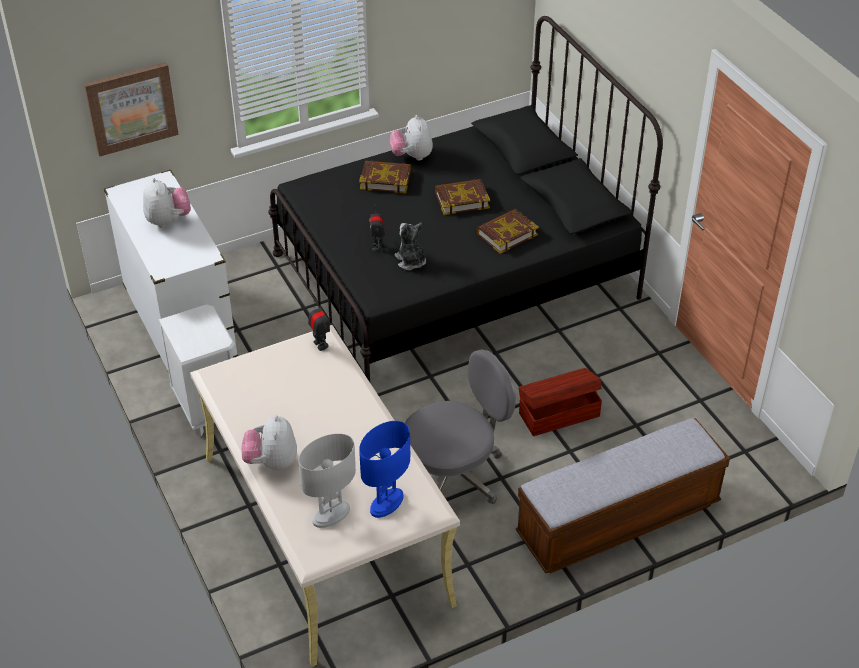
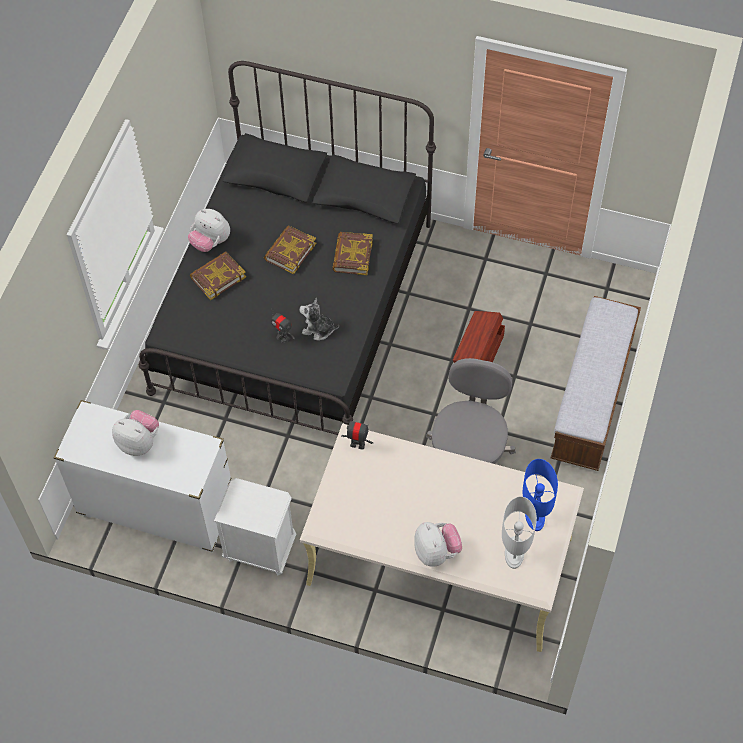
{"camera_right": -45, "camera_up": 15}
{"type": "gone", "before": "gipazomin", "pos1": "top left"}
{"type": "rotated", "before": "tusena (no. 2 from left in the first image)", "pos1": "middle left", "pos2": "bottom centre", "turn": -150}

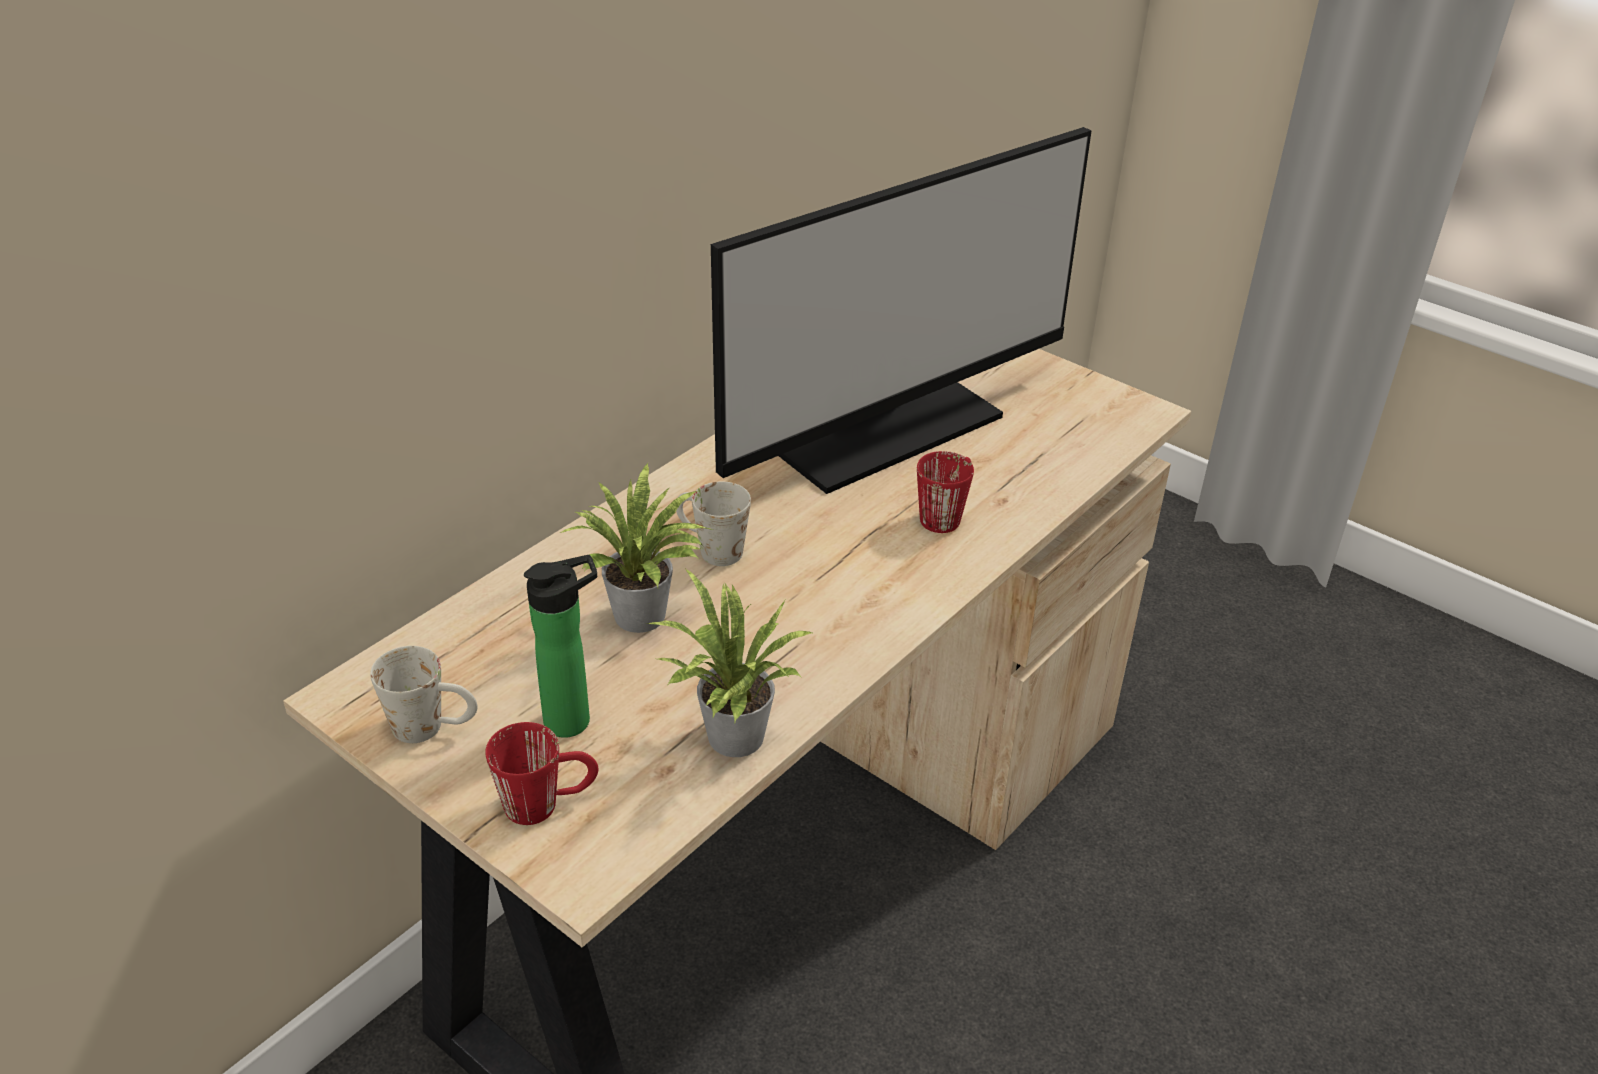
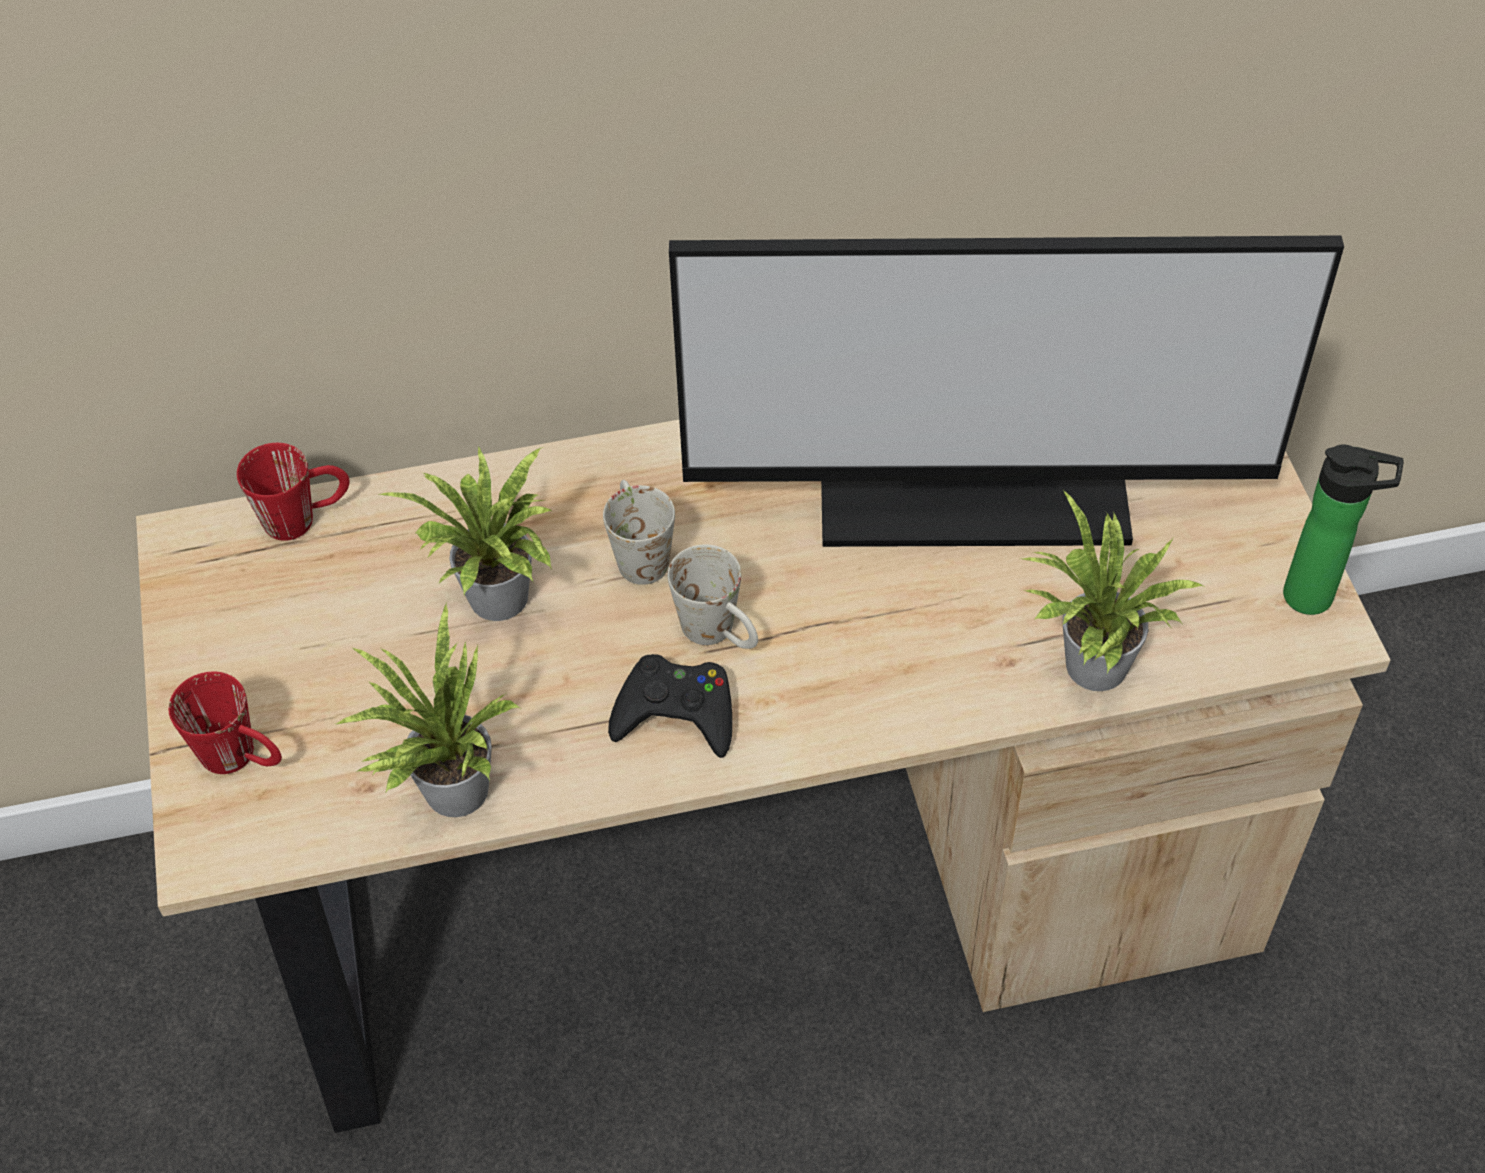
{"camera_right": 40, "camera_up": 15}
{"type": "new", "after": "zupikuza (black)", "pos2": "centre"}
{"type": "new", "after": "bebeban (no. 3 from left)", "pos2": "middle right"}
{"type": "shifted", "before": "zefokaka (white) (no. 1 from left in the first image)", "after": "zefokaka (white) (no. 2 from left)", "pos1": "middle left", "pos2": "centre"}
{"type": "shifted", "before": "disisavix", "pos1": "centre", "pos2": "middle right"}
{"type": "shifted", "before": "zefokaka (red) (no. 2 from left)", "pos1": "centre", "pos2": "middle left"}

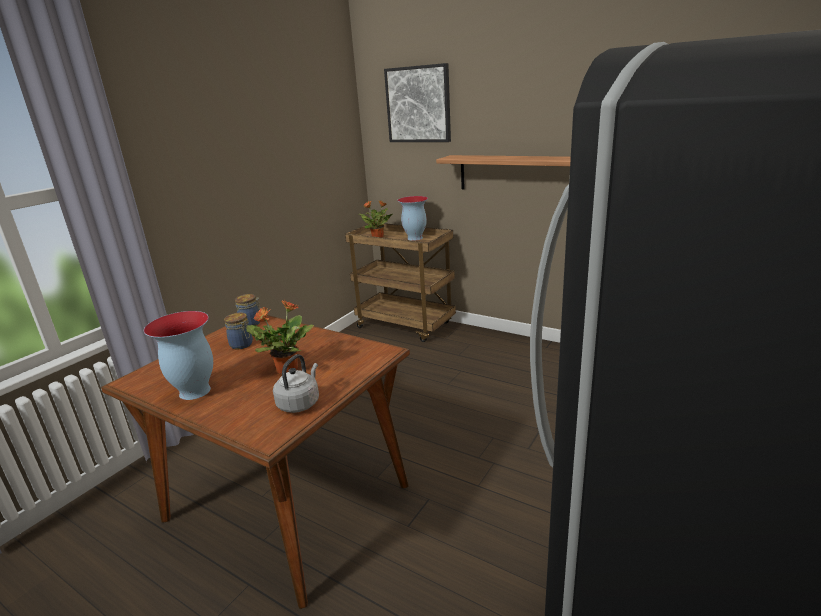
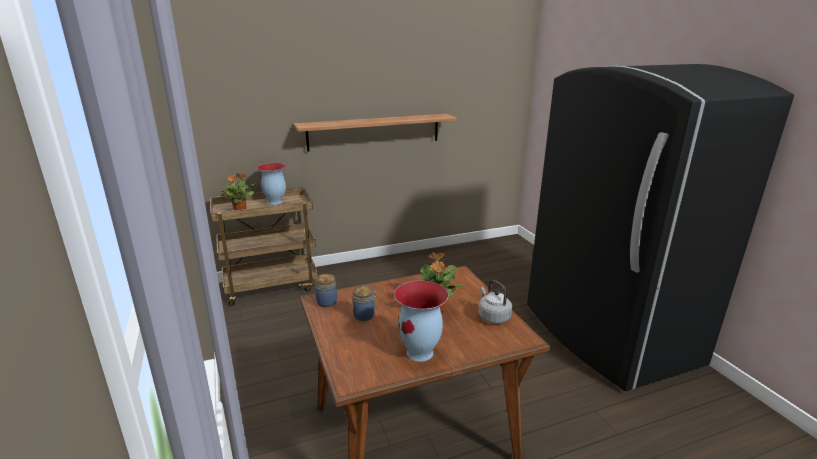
{"camera_right": -55, "camera_up": 0}
{"type": "gone", "before": "gipazomin", "pos1": "top centre"}

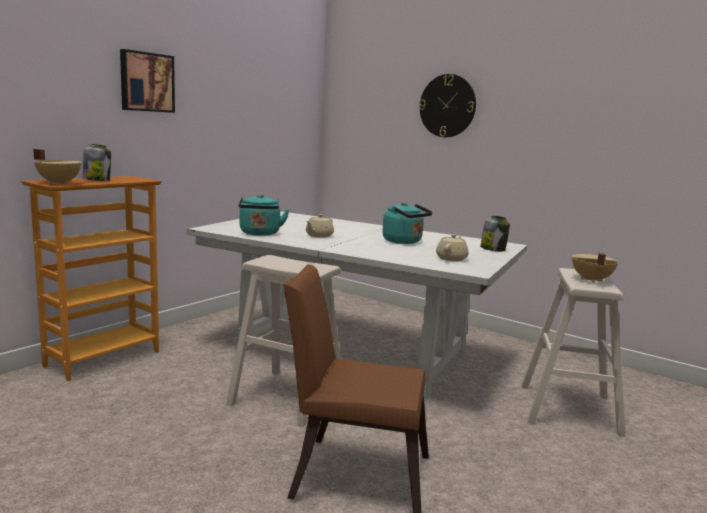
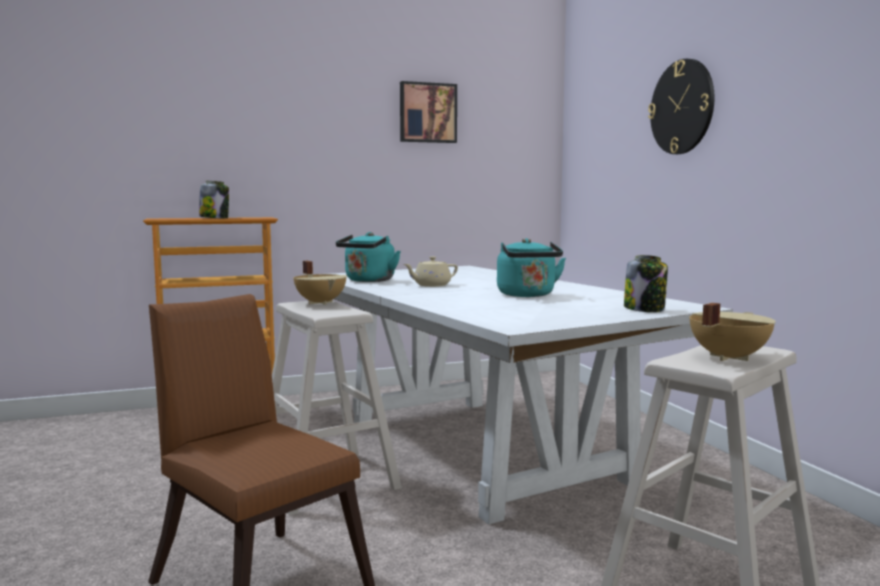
{"camera_right": 35, "camera_up": -5}
{"type": "gone", "before": "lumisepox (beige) (no. 2 from left)", "pos1": "centre"}
{"type": "shifted", "before": "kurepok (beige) (no. 1 from left)", "pos1": "top left", "pos2": "centre"}
{"type": "shifted", "before": "gipazomin", "pos1": "top left", "pos2": "top centre"}

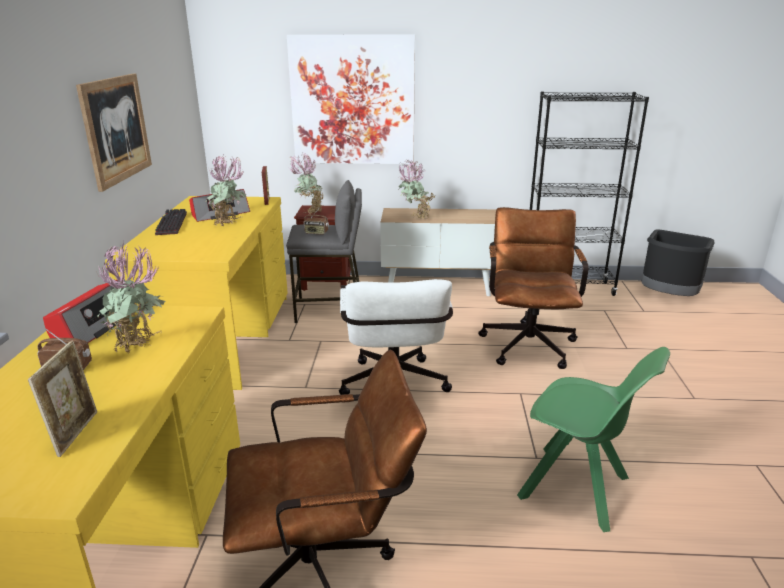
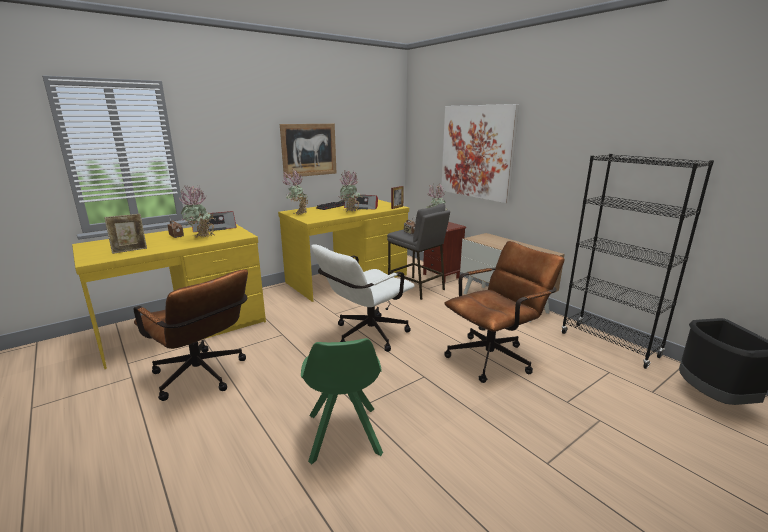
{"camera_right": 50, "camera_up": -5}
{"type": "shifted", "before": "bebeban (no. 4 from left in the first image)", "after": "bebeban (no. 2 from left)", "pos1": "top centre", "pos2": "centre"}

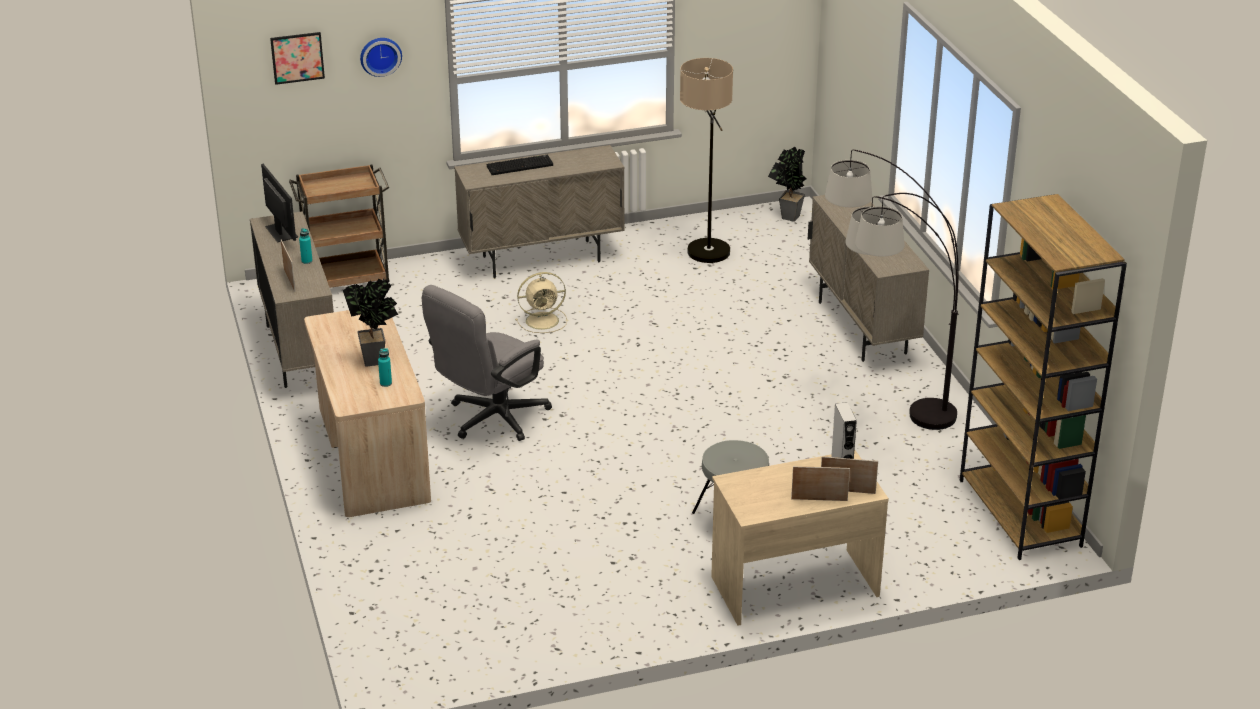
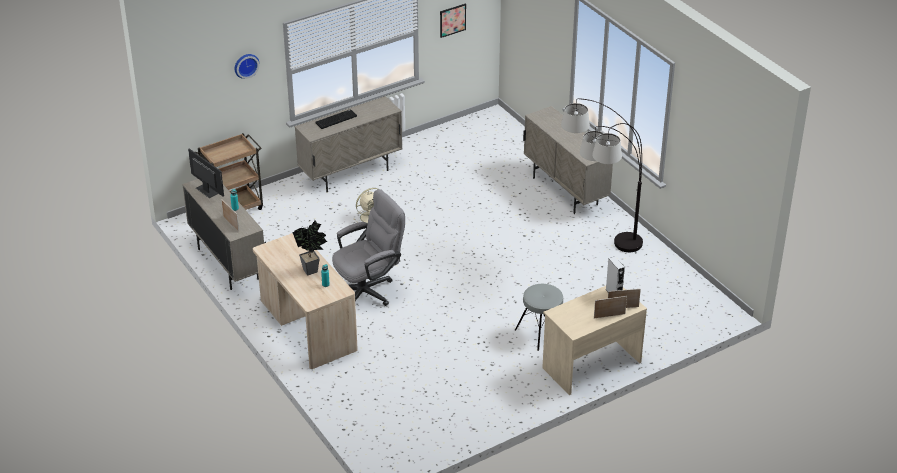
{"camera_right": -15, "camera_up": 5}
{"type": "gone", "before": "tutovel (no. 1 from left)", "pos1": "top centre"}
{"type": "gone", "before": "bebeban (no. 2 from left)", "pos1": "top centre"}
{"type": "gone", "before": "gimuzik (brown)", "pos1": "middle right"}
{"type": "shifted", "before": "gipazomin", "pos1": "top left", "pos2": "top centre"}
{"type": "rotated", "before": "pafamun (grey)", "pos1": "centre", "pos2": "centre", "turn": -150}

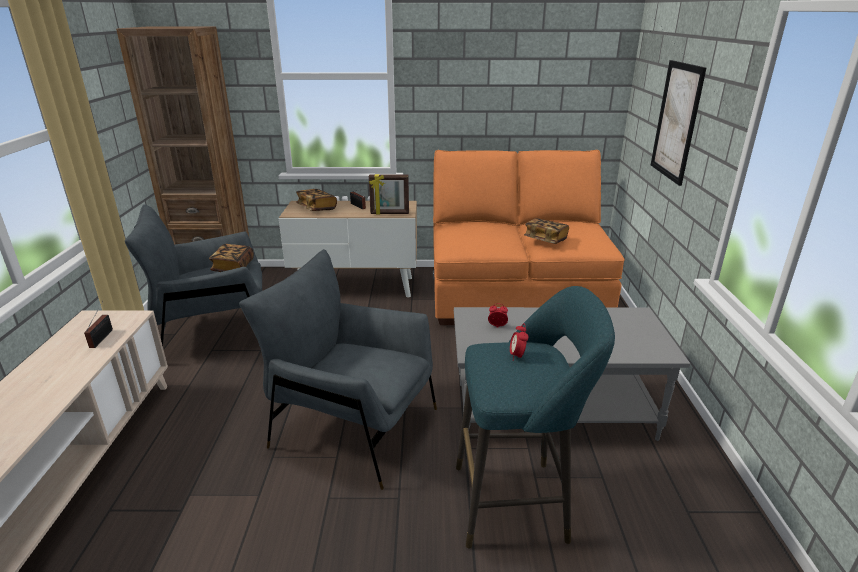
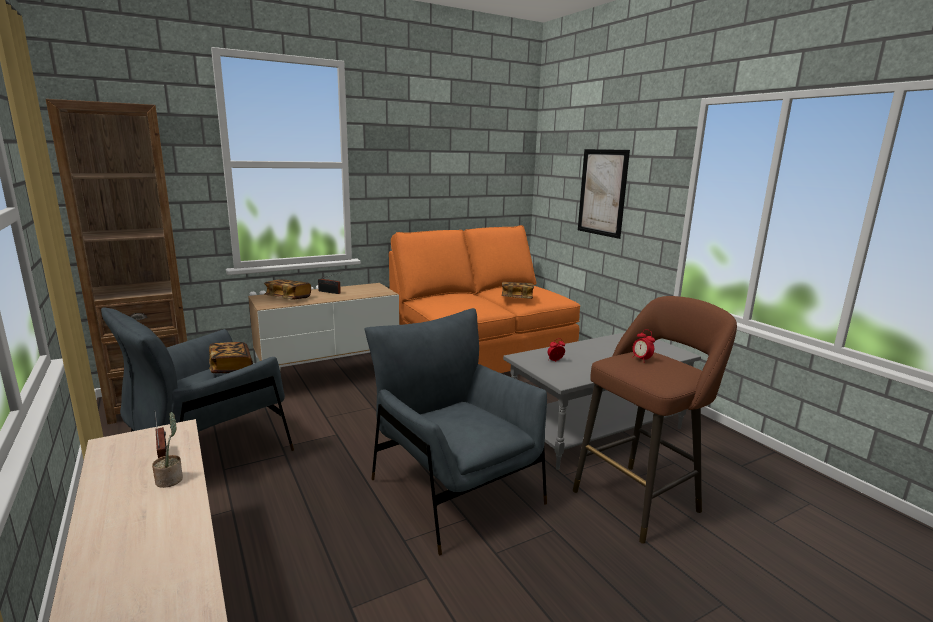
{"camera_right": -30, "camera_up": -10}
{"type": "gone", "before": "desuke", "pos1": "centre"}
{"type": "new", "after": "bebeban", "pos2": "bottom left"}
{"type": "repainted", "before": "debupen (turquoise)", "after": "debupen (brown)", "pos1": "bottom centre", "pos2": "bottom right"}
{"type": "rotated", "before": "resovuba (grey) (no. 2 from left)", "pos1": "centre", "pos2": "bottom centre", "turn": 60}

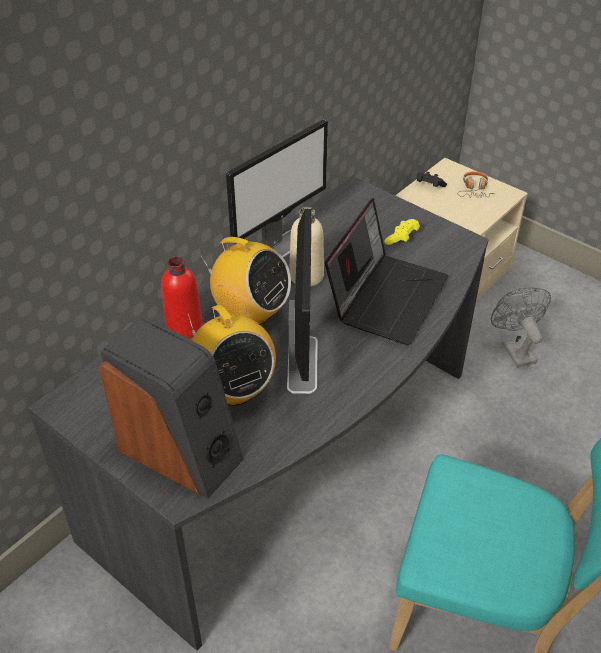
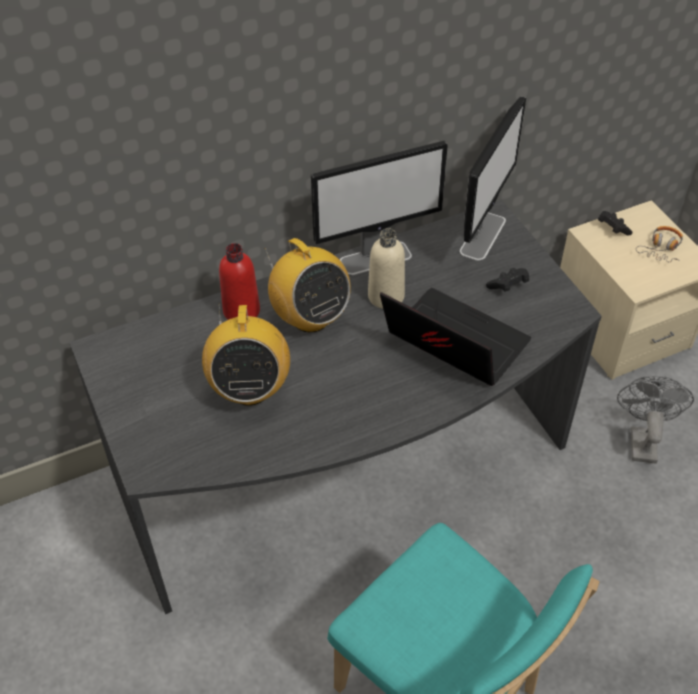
{"camera_right": 25, "camera_up": 5}
{"type": "gone", "before": "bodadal", "pos1": "middle left"}
{"type": "shifted", "before": "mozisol (no. 2 from left)", "pos1": "centre", "pos2": "top right"}
{"type": "repainted", "before": "zupikuza (yellow)", "after": "zupikuza (black) (no. 1 from left)", "pos1": "middle right", "pos2": "middle right"}
{"type": "rotated", "before": "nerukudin", "pos1": "centre", "pos2": "centre", "turn": -105}

